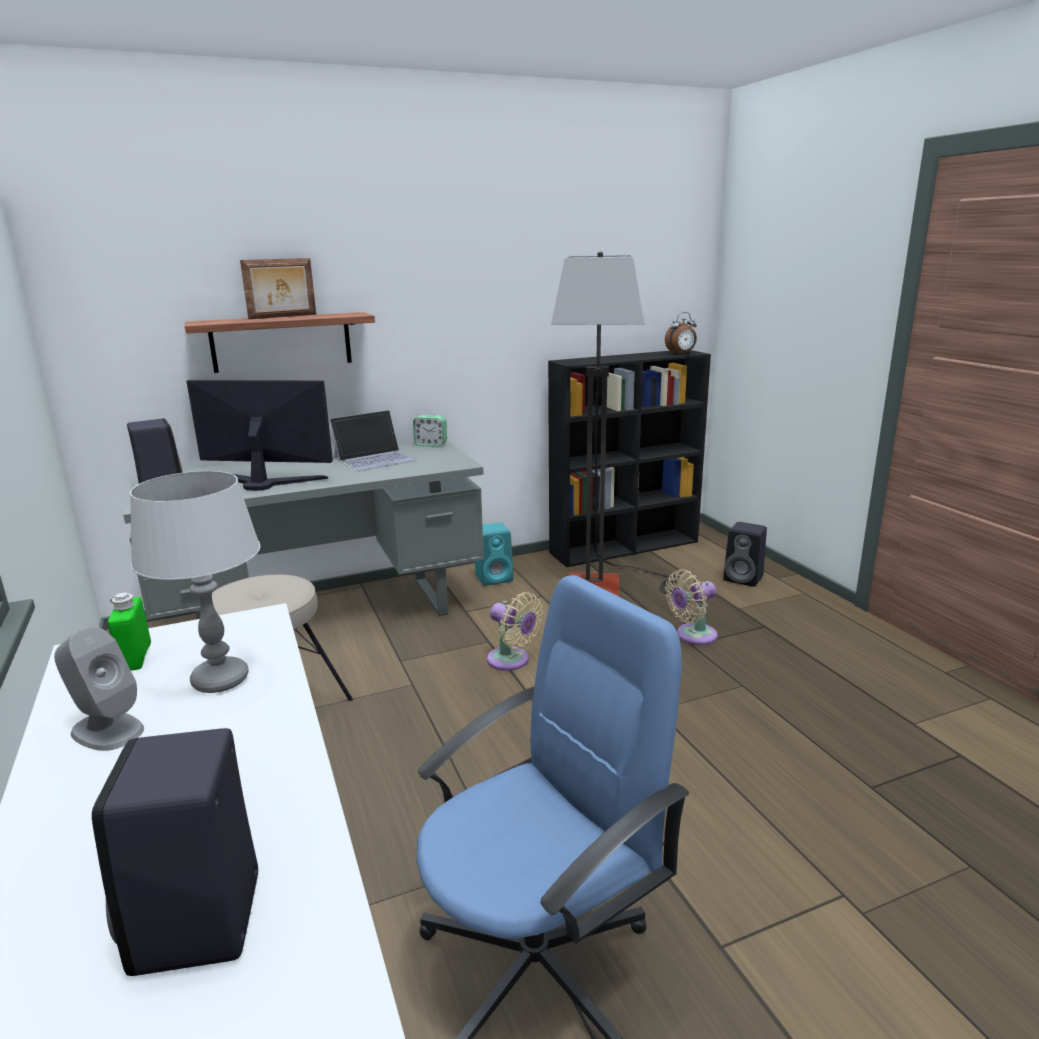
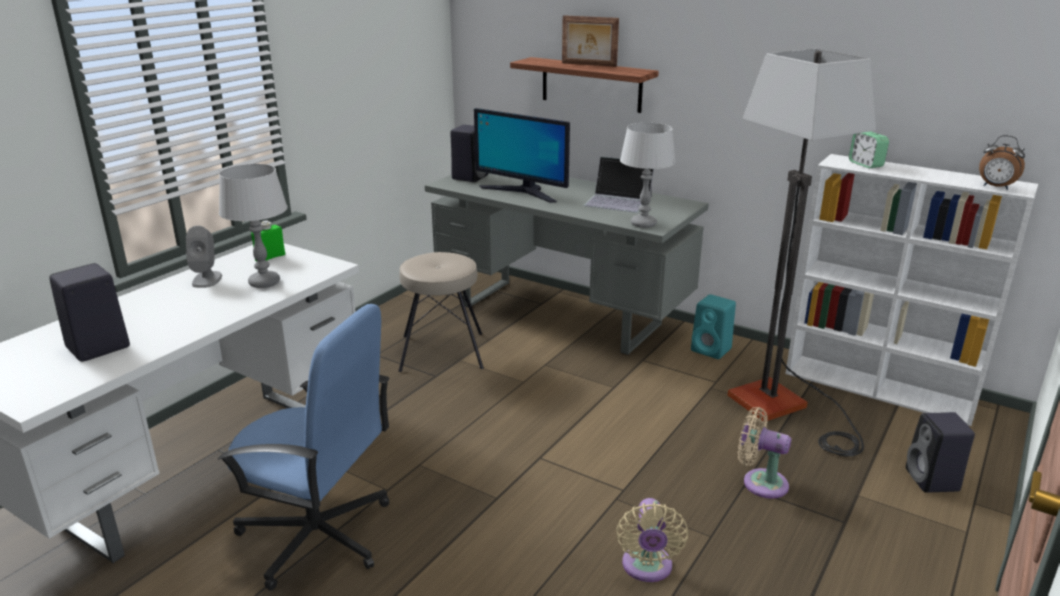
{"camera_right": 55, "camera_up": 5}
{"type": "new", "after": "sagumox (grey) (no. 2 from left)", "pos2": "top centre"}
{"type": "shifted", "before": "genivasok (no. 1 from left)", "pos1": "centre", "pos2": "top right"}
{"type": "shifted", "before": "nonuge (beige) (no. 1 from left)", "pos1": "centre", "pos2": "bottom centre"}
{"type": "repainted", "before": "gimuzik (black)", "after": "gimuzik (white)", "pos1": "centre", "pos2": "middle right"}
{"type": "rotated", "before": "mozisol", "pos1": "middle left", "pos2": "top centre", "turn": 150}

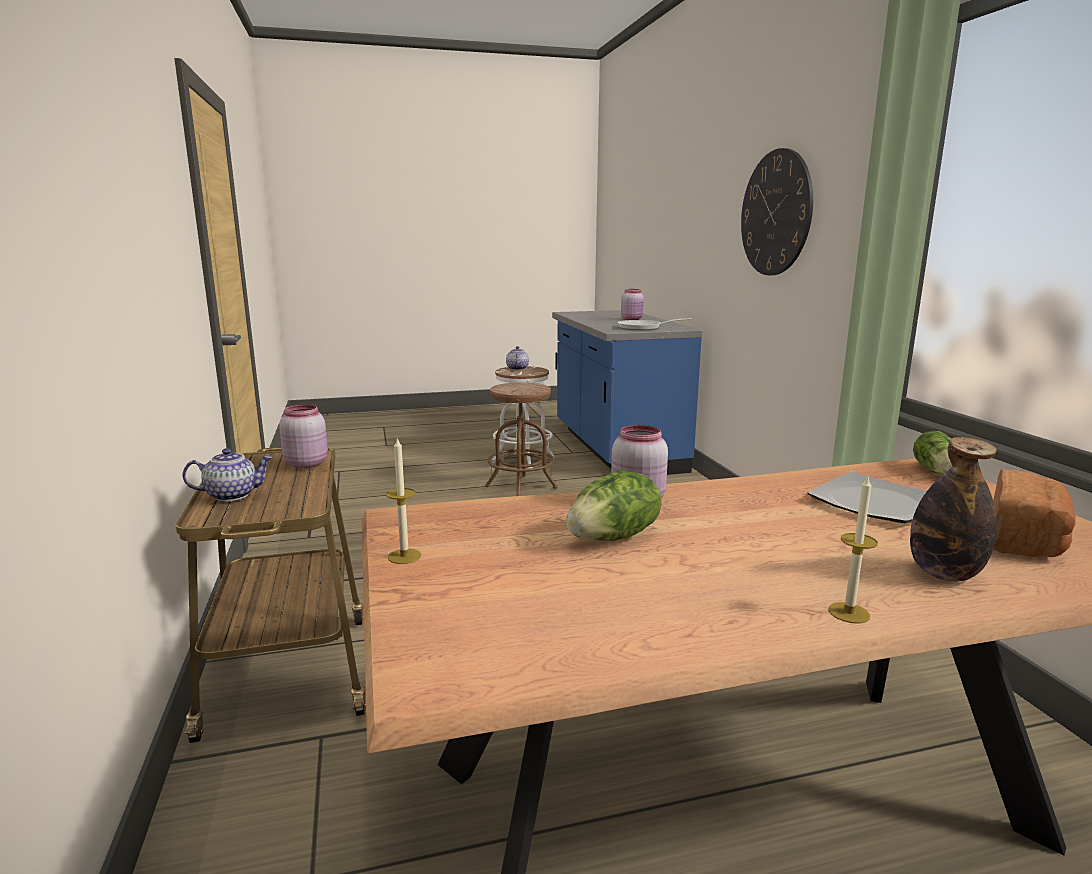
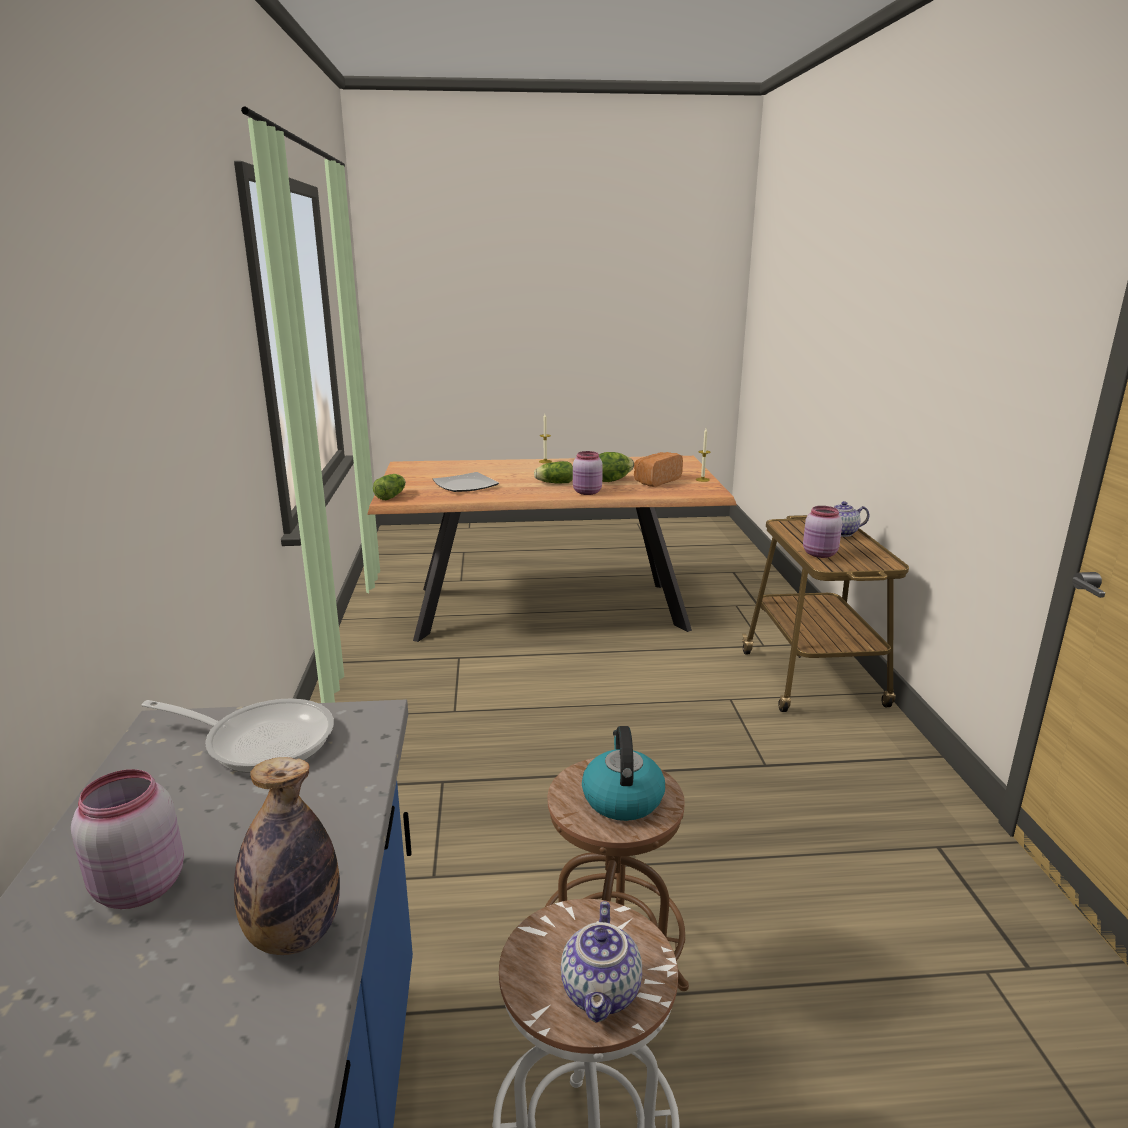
{"camera_right": -170, "camera_up": 5}
{"type": "gone", "before": "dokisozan", "pos1": "top right"}
{"type": "new", "after": "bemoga (no. 2 from left)", "pos2": "centre"}
{"type": "new", "after": "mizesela", "pos2": "bottom centre"}
{"type": "shifted", "before": "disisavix", "pos1": "middle right", "pos2": "bottom left"}
{"type": "shifted", "before": "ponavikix", "pos1": "middle right", "pos2": "centre"}

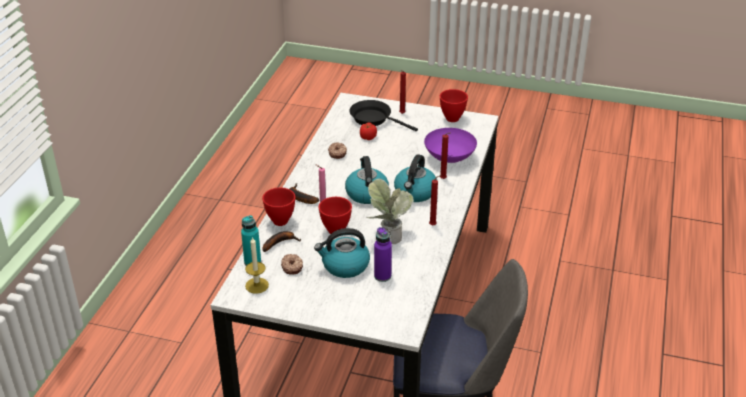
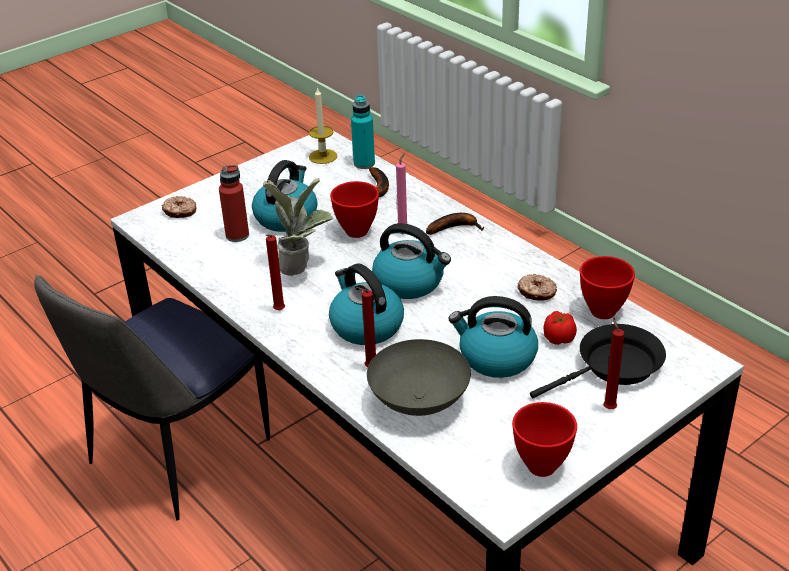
{"camera_right": 125, "camera_up": 0}
{"type": "new", "after": "mizesela (no. 4 from left)", "pos2": "centre"}
{"type": "shifted", "before": "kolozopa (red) (no. 1 from left in the first image)", "after": "kolozopa (red) (no. 3 from left)", "pos1": "centre", "pos2": "middle right"}
{"type": "shifted", "before": "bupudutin (no. 1 from left)", "pos1": "centre", "pos2": "middle left"}
{"type": "repainted", "before": "disisavix (purple)", "after": "disisavix (red)", "pos1": "centre", "pos2": "middle left"}
{"type": "repainted", "before": "kolozopa (purple)", "after": "kolozopa (grey)", "pos1": "centre", "pos2": "centre"}

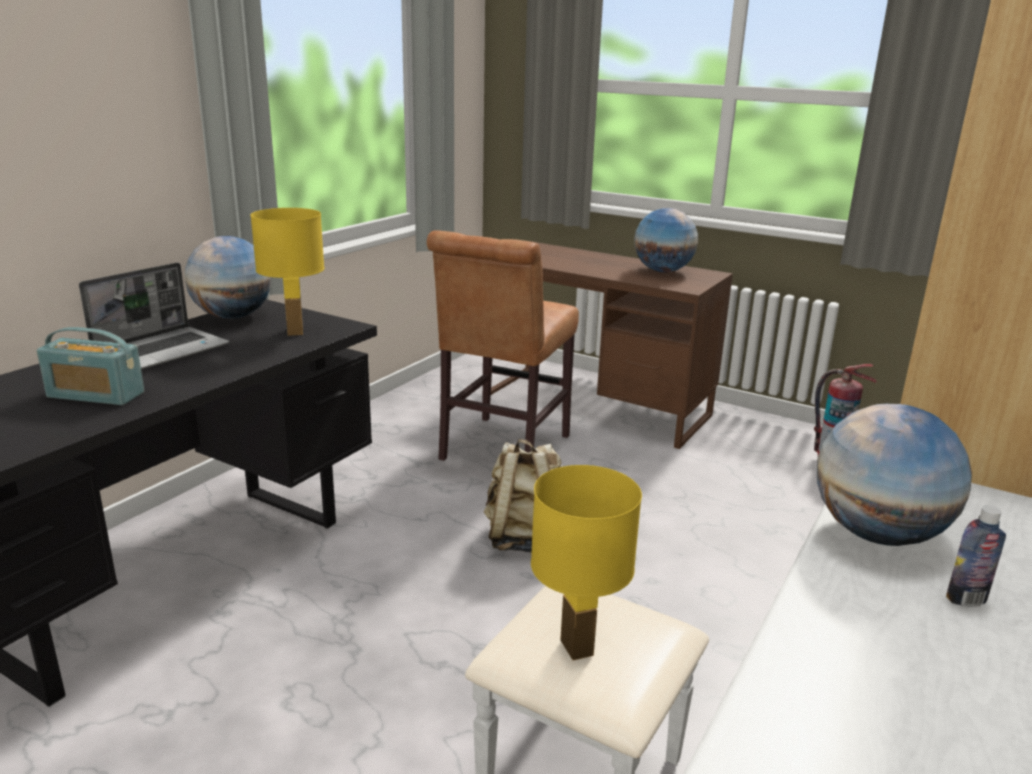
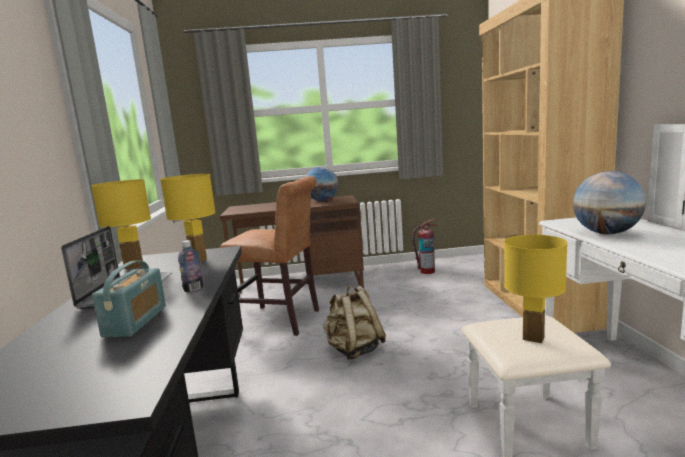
{"camera_right": -35, "camera_up": -10}
{"type": "shifted", "before": "disisavix", "pos1": "bottom right", "pos2": "middle left"}
{"type": "swapped", "before": "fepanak (no. 1 from left)", "after": "sagumox (yellow) (no. 1 from left)", "pos1": "middle left", "pos2": "middle left"}
{"type": "rotated", "before": "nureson", "pos1": "middle left", "pos2": "middle left", "turn": -60}
{"type": "rotated", "before": "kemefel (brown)", "pos1": "centre", "pos2": "centre", "turn": -60}

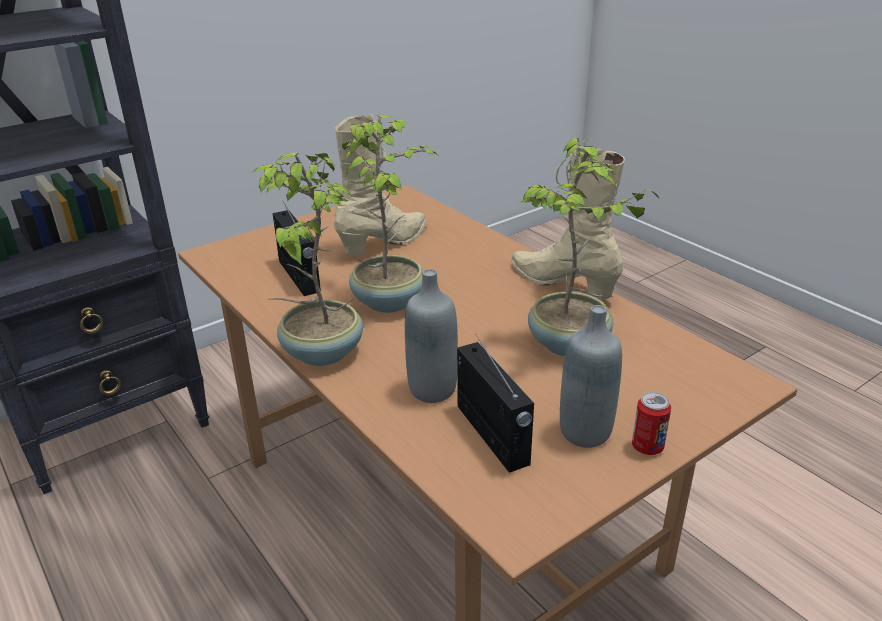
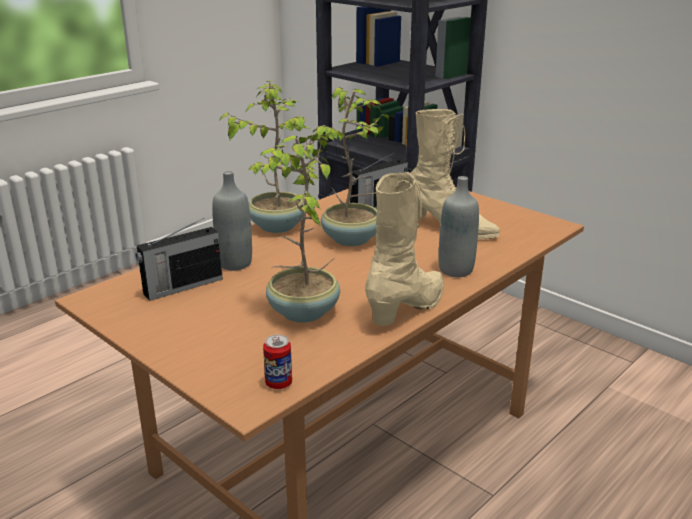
{"camera_right": 80, "camera_up": -5}
{"type": "shifted", "before": "disisavix (grey) (no. 2 from left)", "pos1": "middle right", "pos2": "centre"}
{"type": "shifted", "before": "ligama", "pos1": "bottom right", "pos2": "bottom centre"}

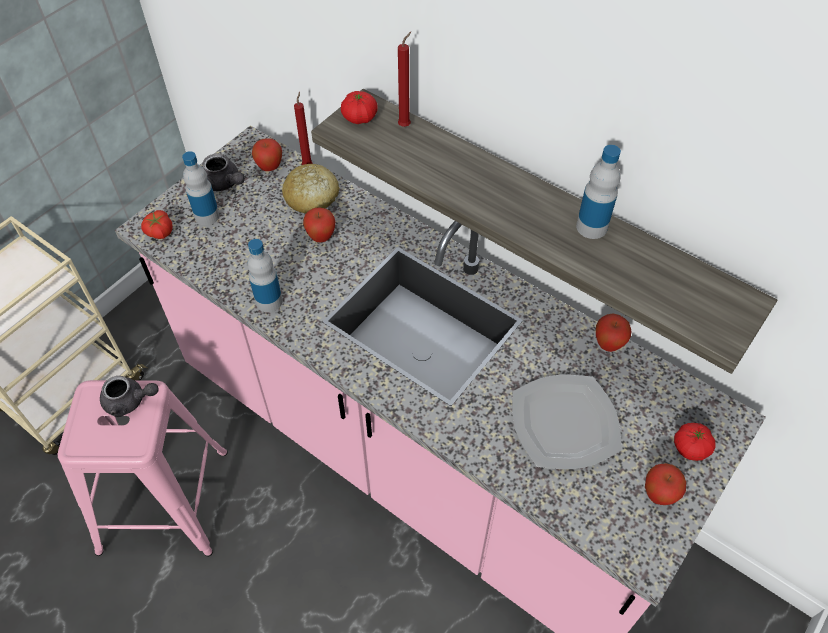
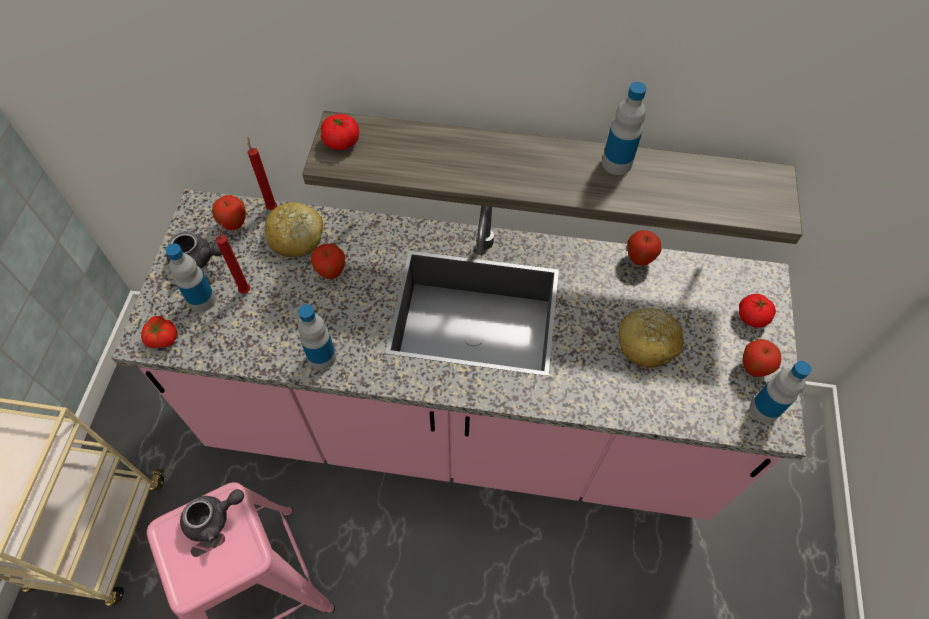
{"camera_right": -30, "camera_up": 5}
{"type": "new", "after": "disisavix (no. 4 from left)", "pos2": "middle right"}
{"type": "shifted", "before": "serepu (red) (no. 2 from left in the first image)", "after": "serepu (red) (no. 1 from left)", "pos1": "top centre", "pos2": "middle left"}
{"type": "swapped", "before": "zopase", "after": "ponavikix (no. 2 from left)", "pos1": "bottom right", "pos2": "middle right"}

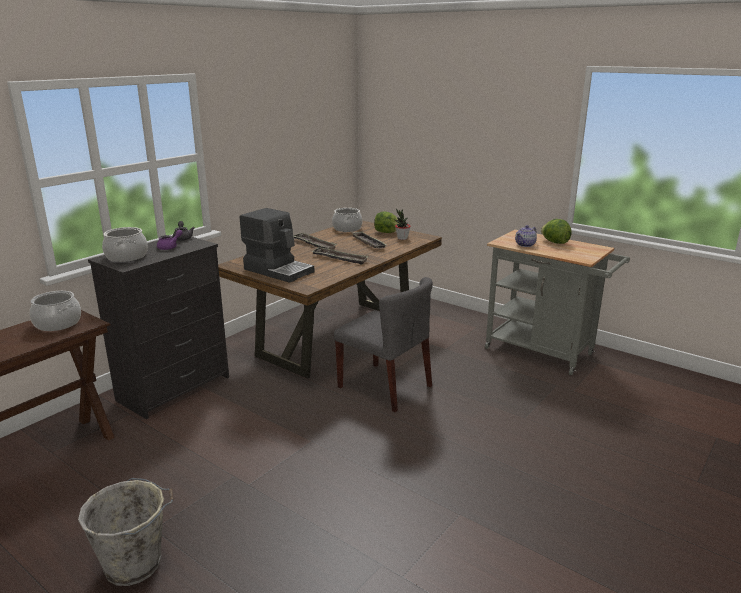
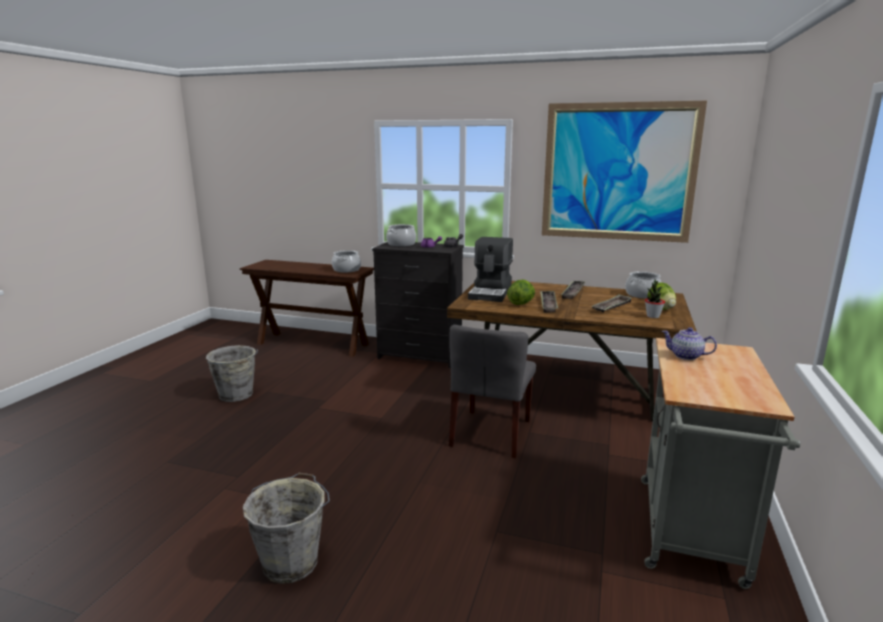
{"camera_right": 70, "camera_up": -5}
{"type": "new", "after": "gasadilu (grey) (no. 2 from left)", "pos2": "bottom left"}
{"type": "new", "after": "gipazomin", "pos2": "top right"}
{"type": "shifted", "before": "bemoga (no. 2 from left in the first image)", "after": "bemoga (no. 1 from left)", "pos1": "middle right", "pos2": "centre"}

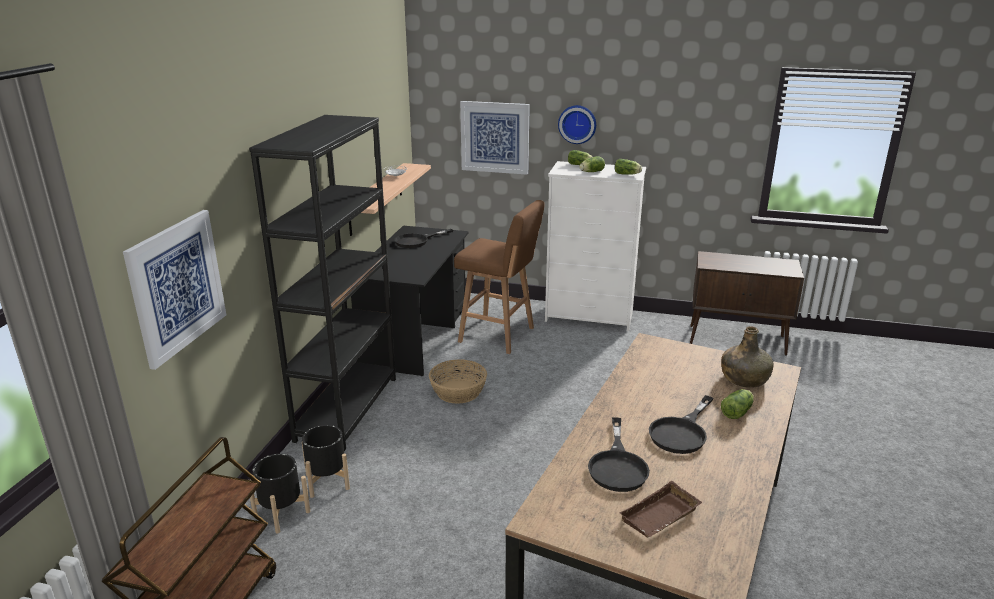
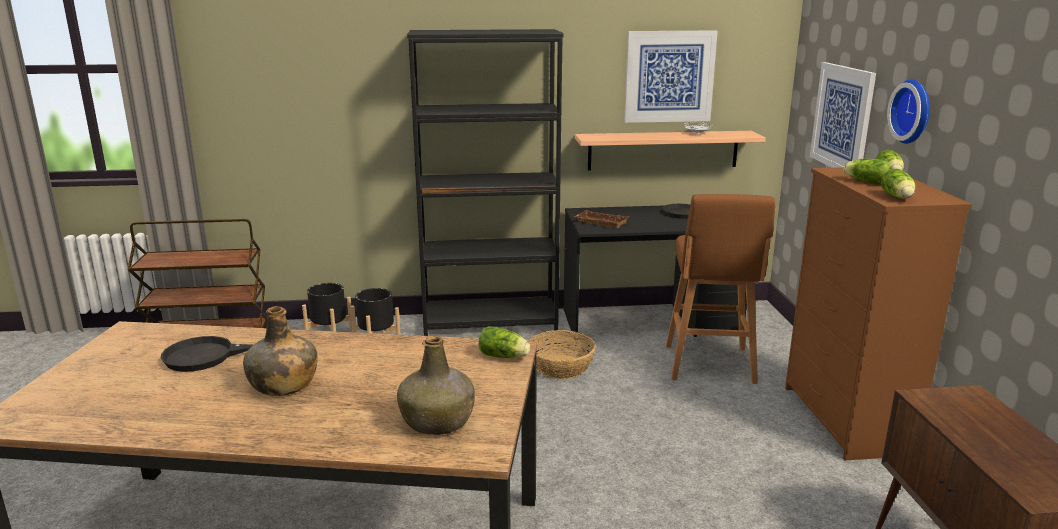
{"camera_right": 70, "camera_up": -5}
{"type": "shifted", "before": "gipazomin (no. 1 from left)", "pos1": "middle left", "pos2": "top centre"}
{"type": "shifted", "before": "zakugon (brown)", "pos1": "bottom centre", "pos2": "centre"}
{"type": "shifted", "before": "bemoga (no. 4 from left in the first image)", "after": "bemoga (no. 1 from left)", "pos1": "bottom right", "pos2": "centre"}
{"type": "swapped", "before": "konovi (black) (no. 3 from left)", "after": "disisavix (green) (no. 1 from left)", "pos1": "bottom right", "pos2": "middle left"}
{"type": "repainted", "before": "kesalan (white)", "after": "kesalan (brown)", "pos1": "centre", "pos2": "middle right"}

